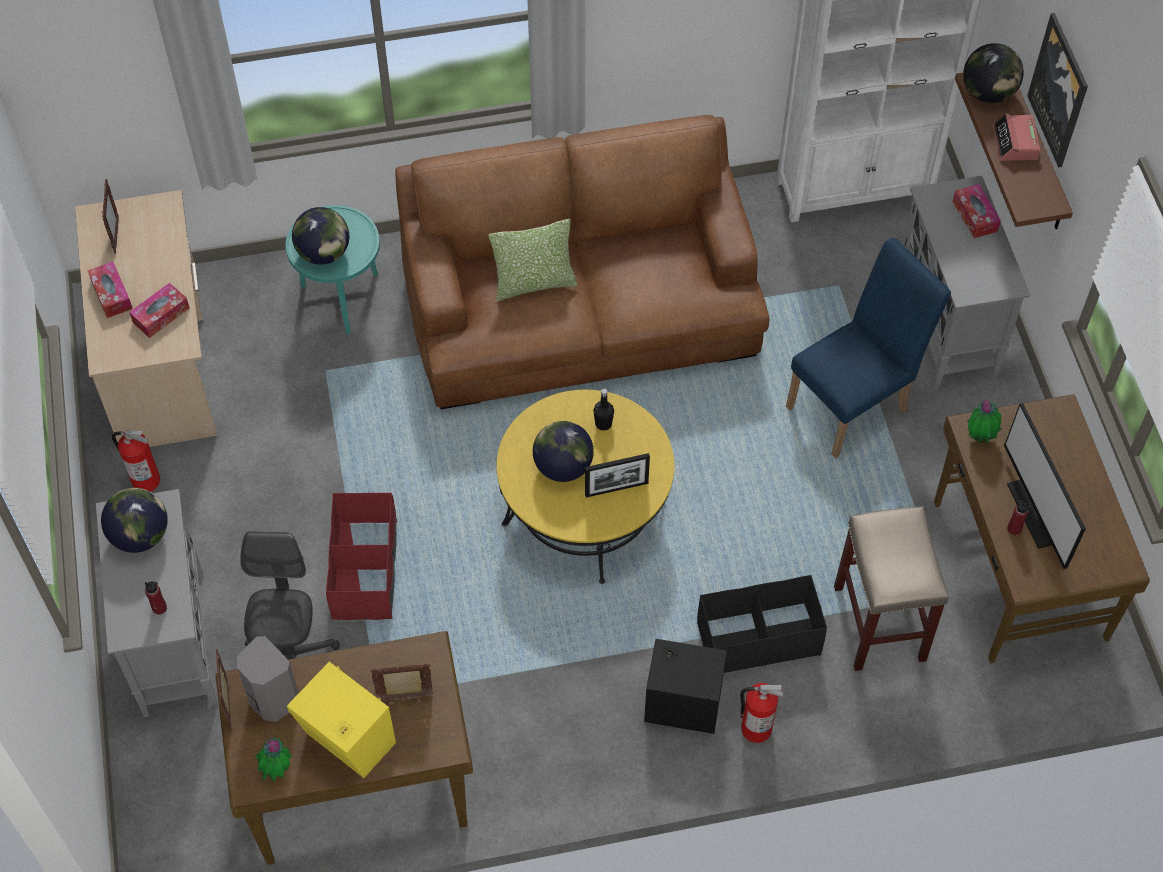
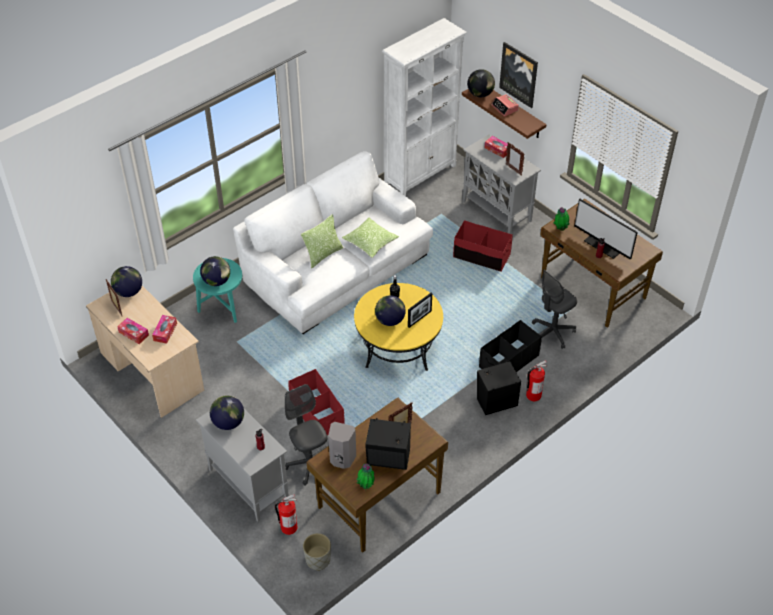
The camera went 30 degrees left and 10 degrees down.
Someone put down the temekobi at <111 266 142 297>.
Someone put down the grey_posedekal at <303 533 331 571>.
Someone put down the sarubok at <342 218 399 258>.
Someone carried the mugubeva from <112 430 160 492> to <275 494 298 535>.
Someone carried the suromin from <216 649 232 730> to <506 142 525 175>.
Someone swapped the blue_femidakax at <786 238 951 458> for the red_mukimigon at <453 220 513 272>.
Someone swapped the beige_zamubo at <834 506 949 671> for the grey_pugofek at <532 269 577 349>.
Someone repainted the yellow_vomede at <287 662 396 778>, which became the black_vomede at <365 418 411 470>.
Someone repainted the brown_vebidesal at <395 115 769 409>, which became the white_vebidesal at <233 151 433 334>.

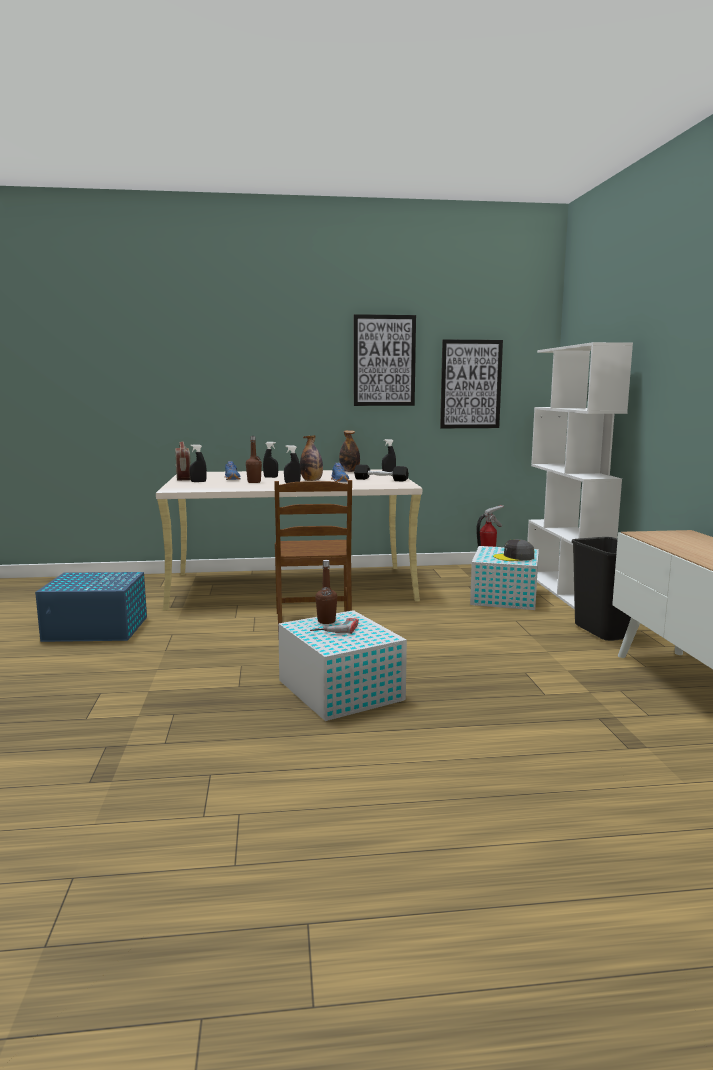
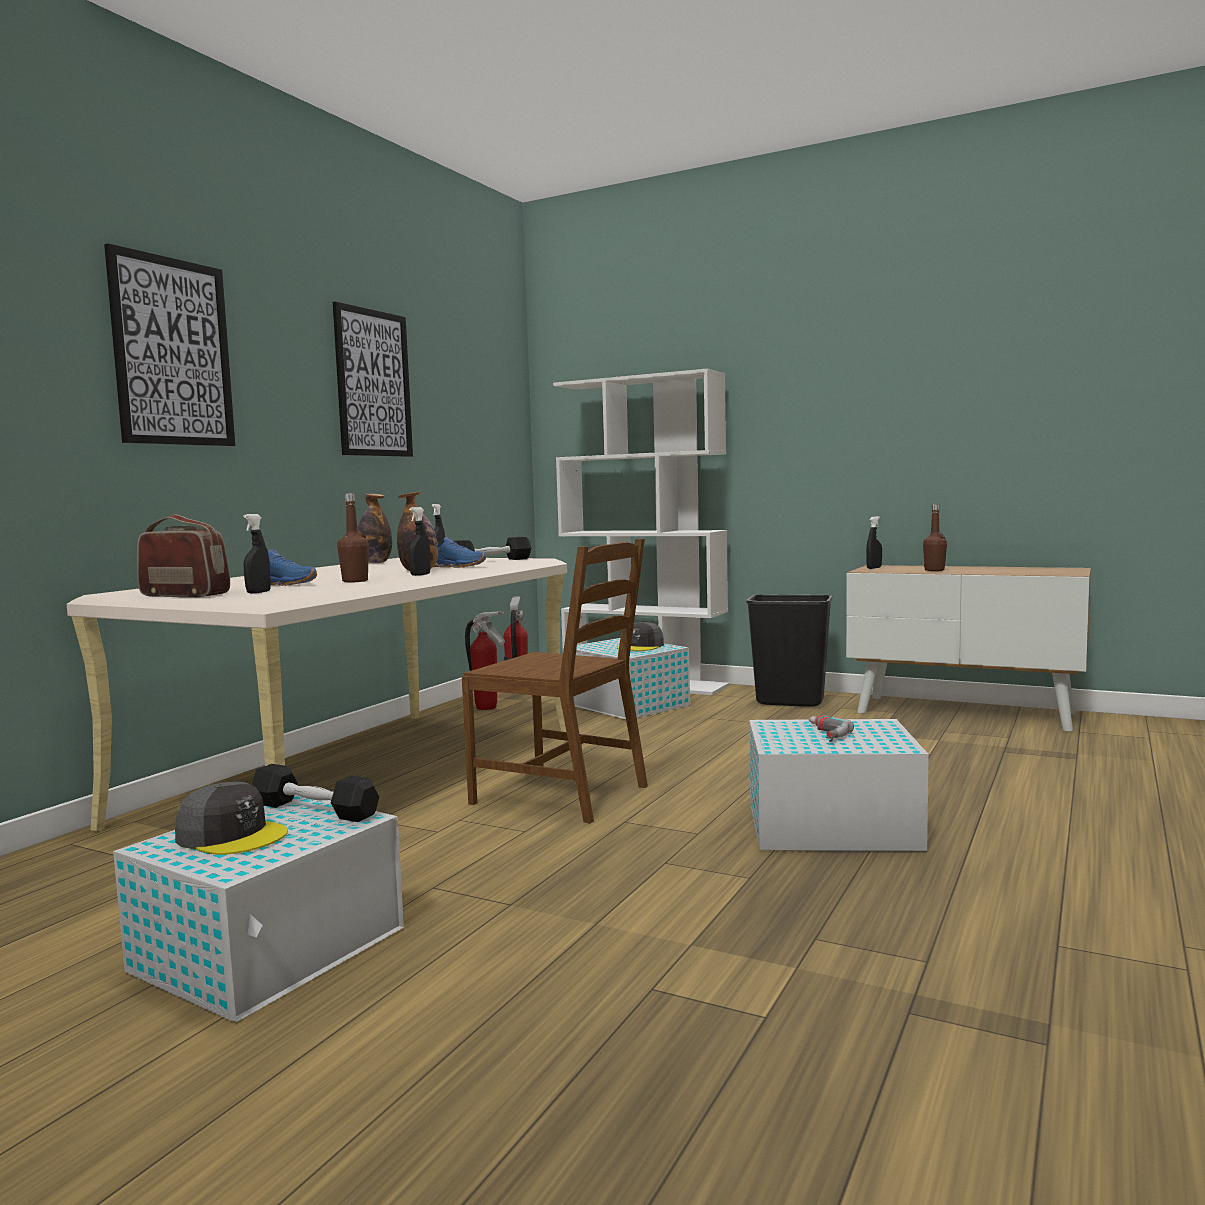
The camera went 55 degrees left and 5 degrees down.
Someone put down the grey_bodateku at <175 781 288 855>.
Someone put down the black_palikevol at <252 764 379 822>.
Someone put down the mugubeva at <465 611 505 710>.
Someone carried the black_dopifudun from <263 442 278 478> to <866 516 882 569>.
Someone carried the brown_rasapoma from <315 560 337 624> to <923 504 947 571>.
Someone carried the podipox from <440 339 503 428> to <104 243 235 446>.
Someone repainted the blue_mukimigon at <35 572 147 642>, which became the white_mukimigon at <113 795 404 1022>.

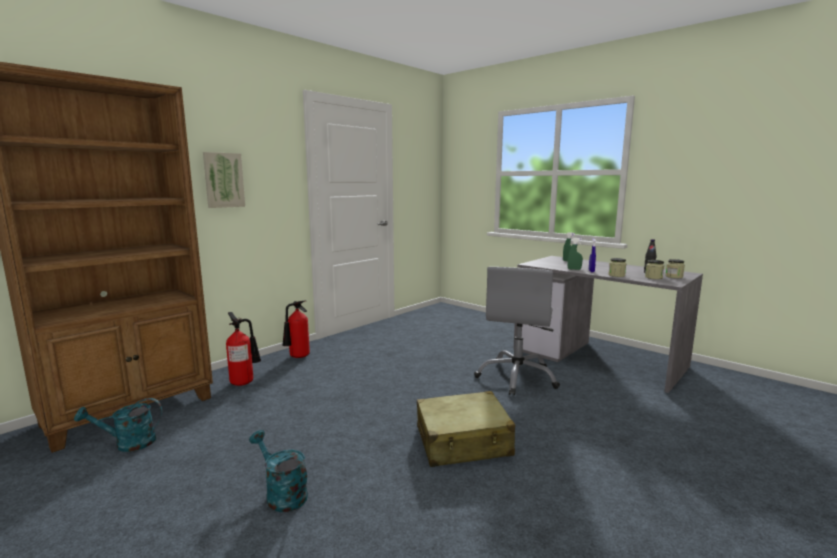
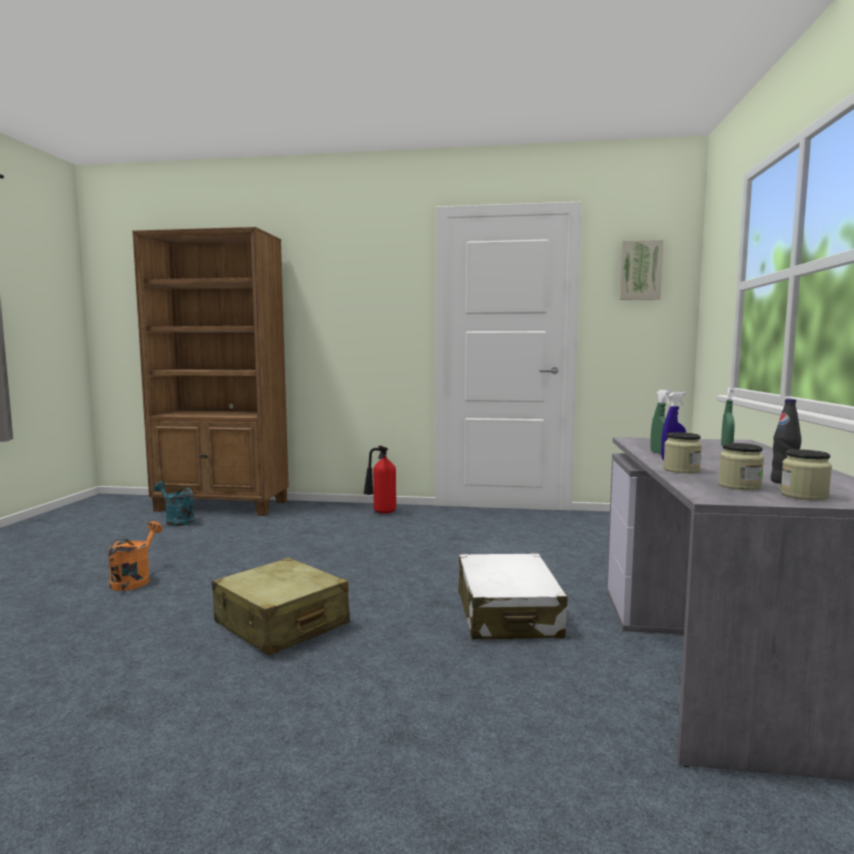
The camera went 55 degrees right and 5 degrees down.
Someone took away the mugubeva at <226 312 261 386>.
Someone carried the podipox from <203 152 245 208> to <619 240 664 300>.
Someone swapped the grey_pugofek at <474 267 560 396> for the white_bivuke at <458 553 568 639>.
Someone repainted the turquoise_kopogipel at <249 430 308 512>, which became the orange_kopogipel at <108 521 163 591>.

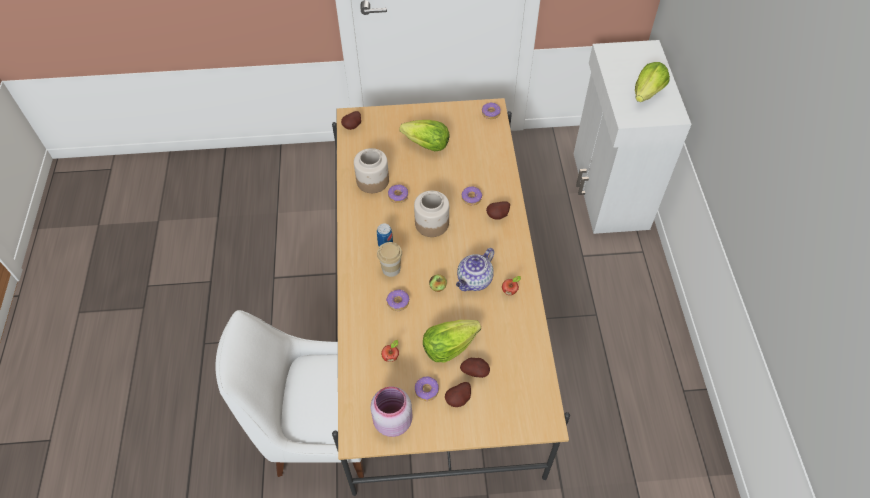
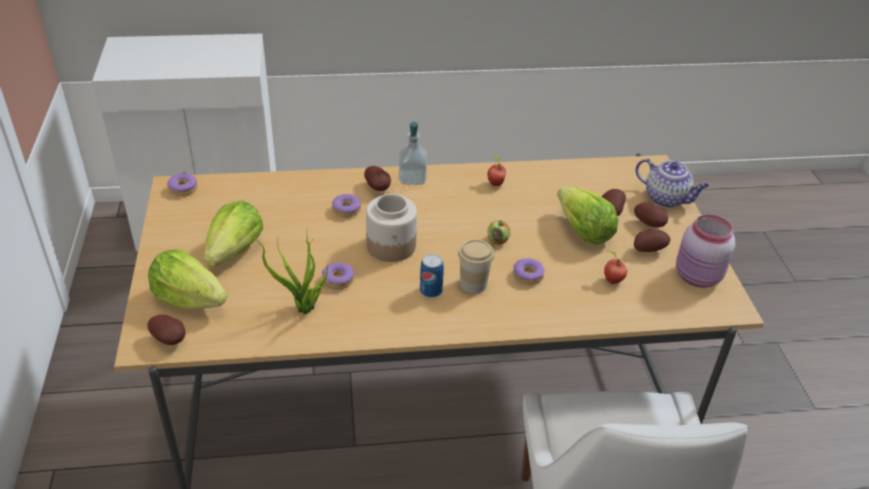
The camera went 95 degrees left and 15 degrees down.
Someone put down the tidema at <399 121 427 185>.
Someone carried the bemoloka from <456 248 494 291> to <636 158 709 208>.
Someone carried the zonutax from <635 62 670 102> to <148 250 227 309>.
Someone swapped the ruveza at <354 148 389 193> for the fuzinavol at <250 228 329 315>.
Someone swapped the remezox at <414 376 439 401> for the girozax at <634 229 670 252>.

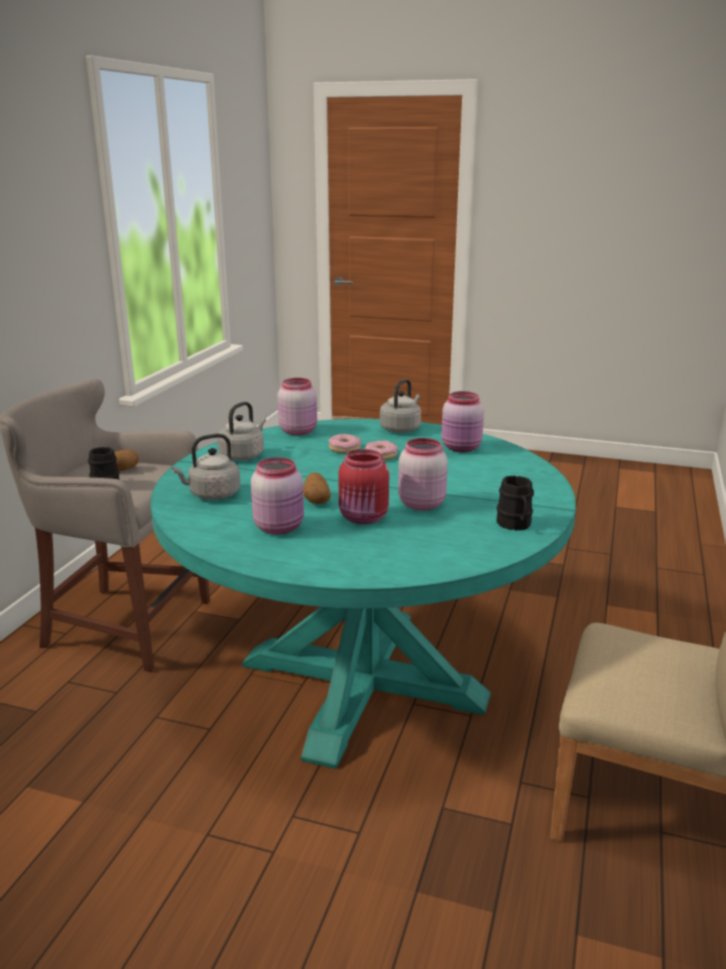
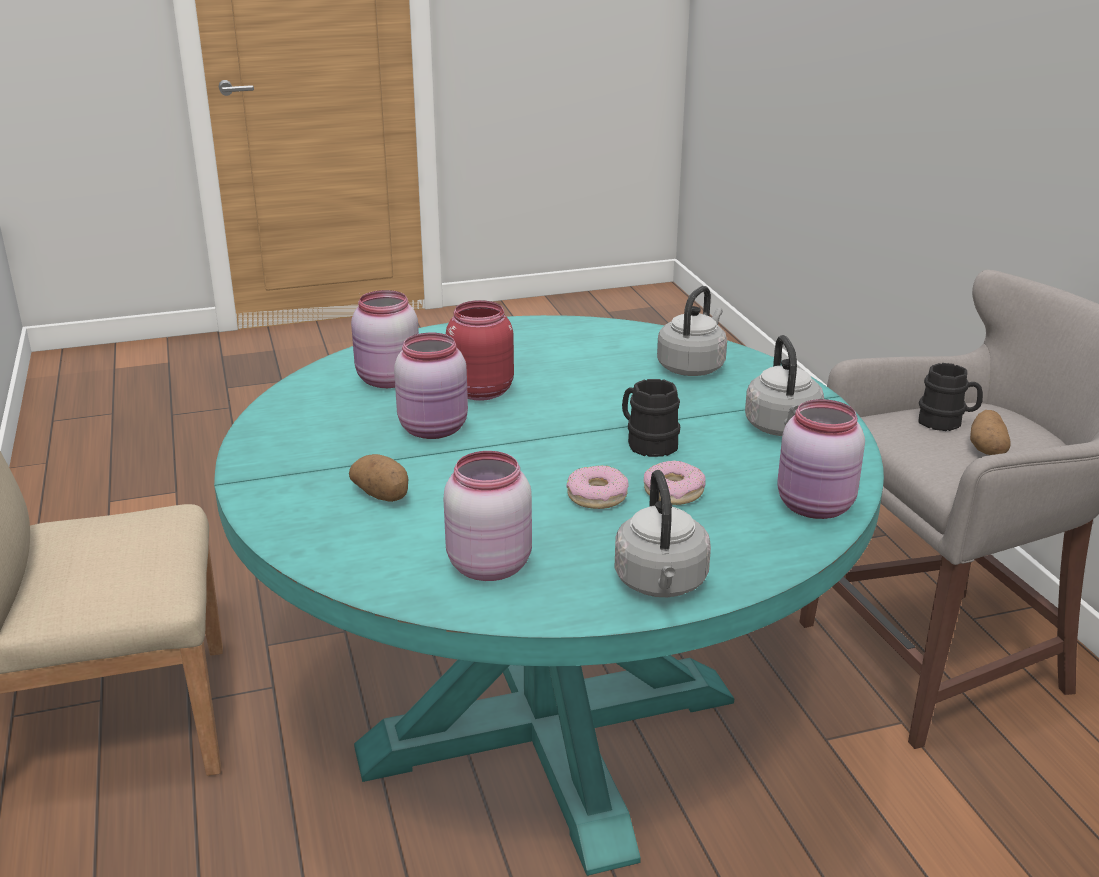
The camera went 145 degrees right and 5 degrees up.
Someone carried the pink_ruveza from <251 457 304 534> to <351 290 419 388>.
Someone carried the girozax from <303 473 331 504> to <349 454 409 502>.
Someone carried the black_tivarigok from <497 476 534 531> to <622 379 680 457>.

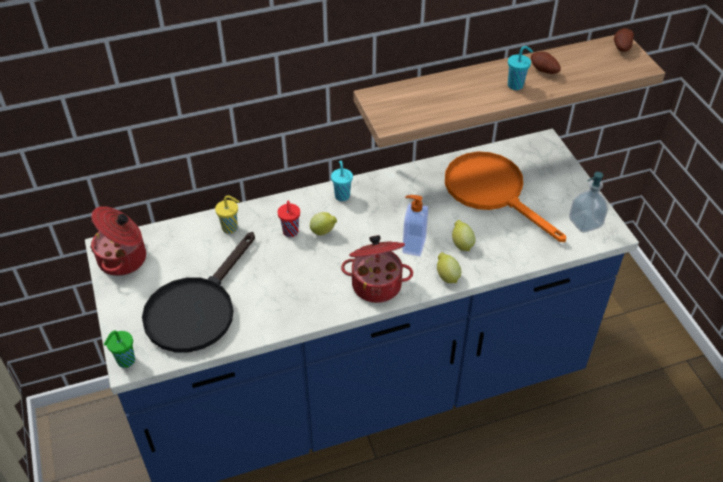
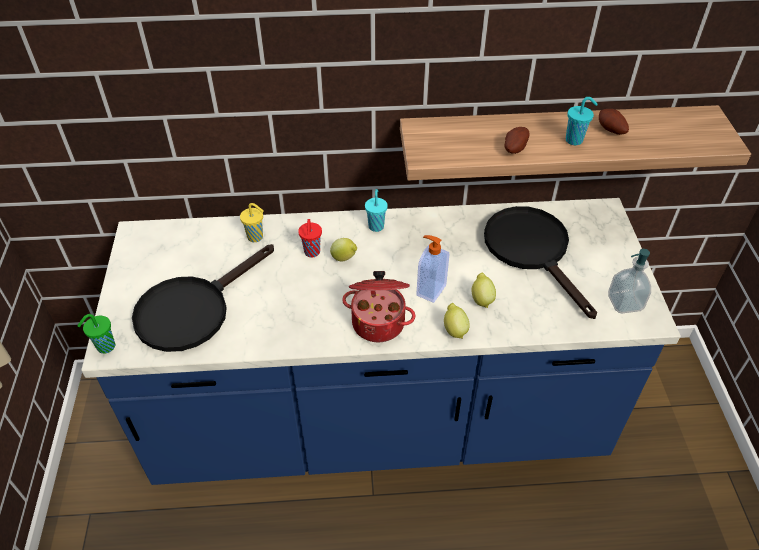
The camera went 15 degrees right and 0 degrees up.
Someone took away the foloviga at <90 206 146 276>.
Someone carried the girozax from <614 28 634 52> to <504 127 530 154>.
Someone repainted the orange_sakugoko at <445 152 566 242>, which became the black_sakugoko at <484 206 597 319>.

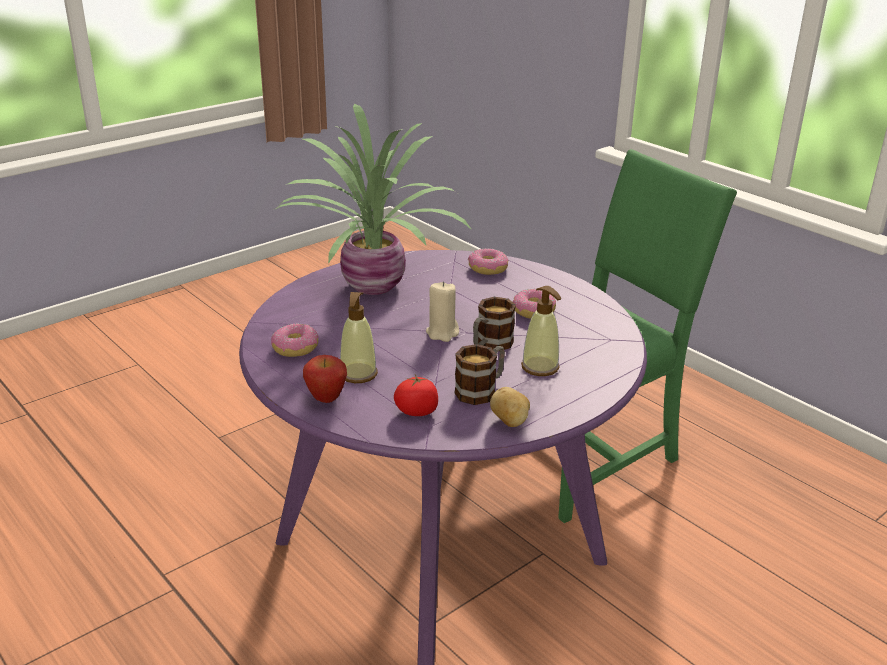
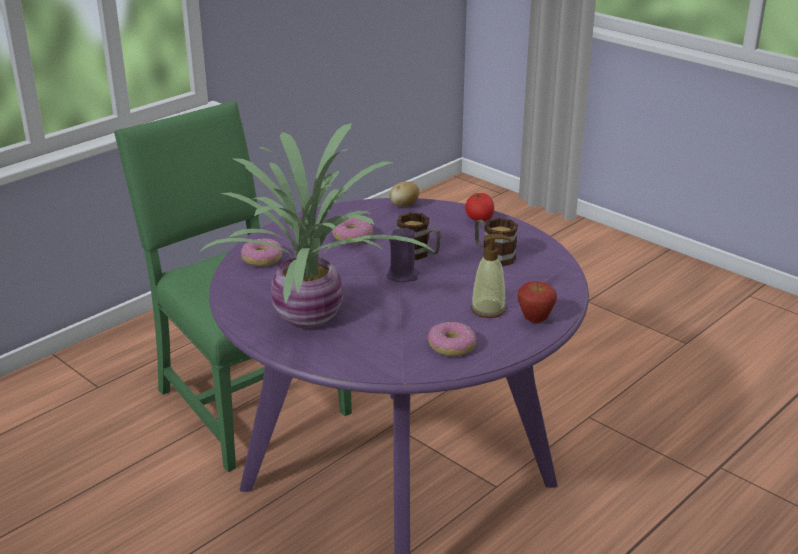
The camera went 95 degrees left and 0 degrees up.
Someone took away the tidema at <521 286 561 376>.
Someone carried the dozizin from <394 375 438 416> to <465 193 494 221>.
Someone carried the girozax from <490 387 530 427> to <389 181 419 206>.
Someone repainted the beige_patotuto at <426 282 459 342>, which became the purple_patotuto at <387 228 420 282>.

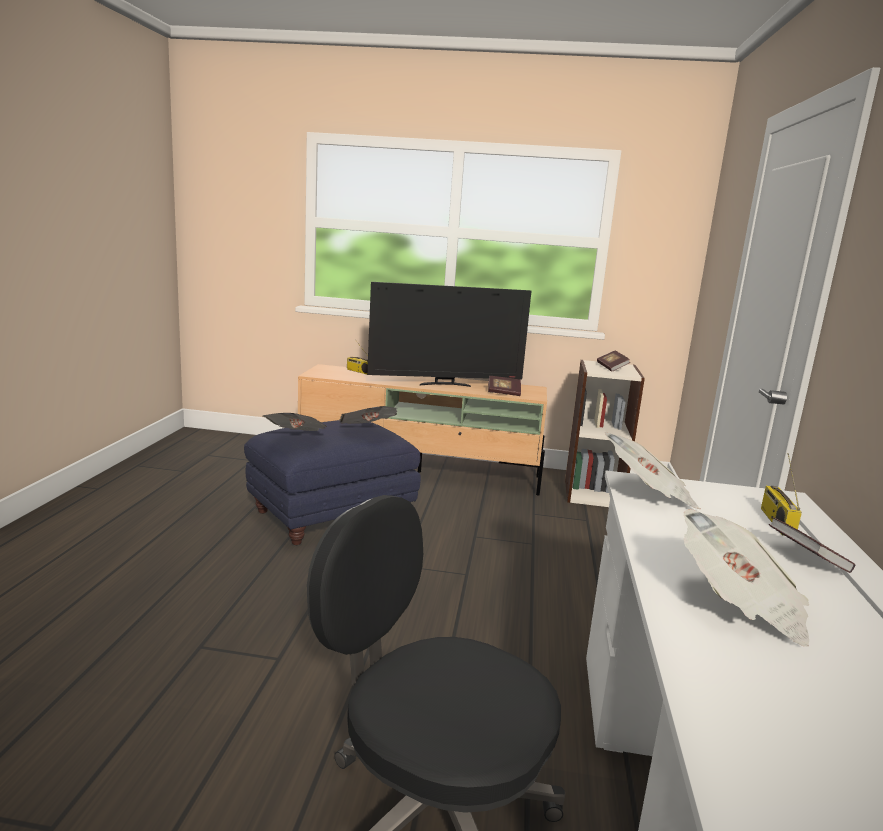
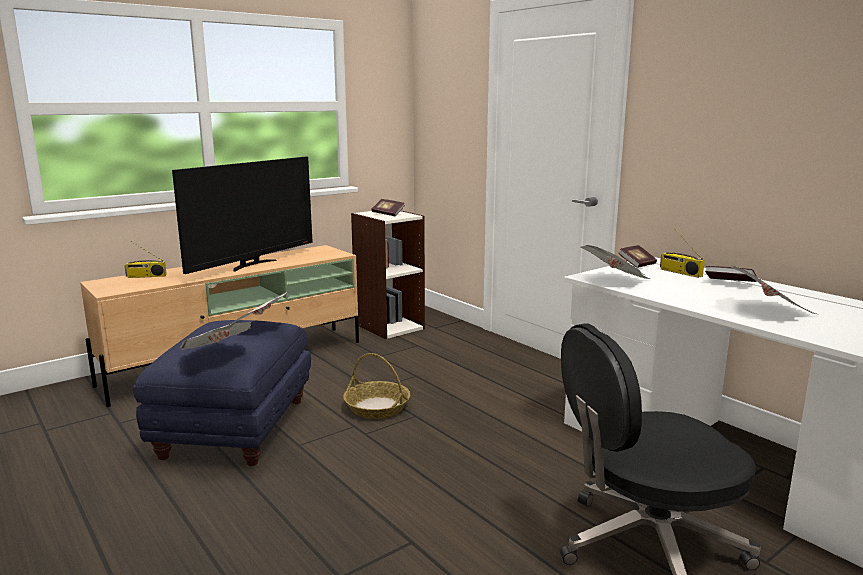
The camera went 45 degrees left and 0 degrees up.
Someone put down the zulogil at <343 353 410 419>.
Someone carried the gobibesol from <488 376 521 396> to <618 245 657 268>.

